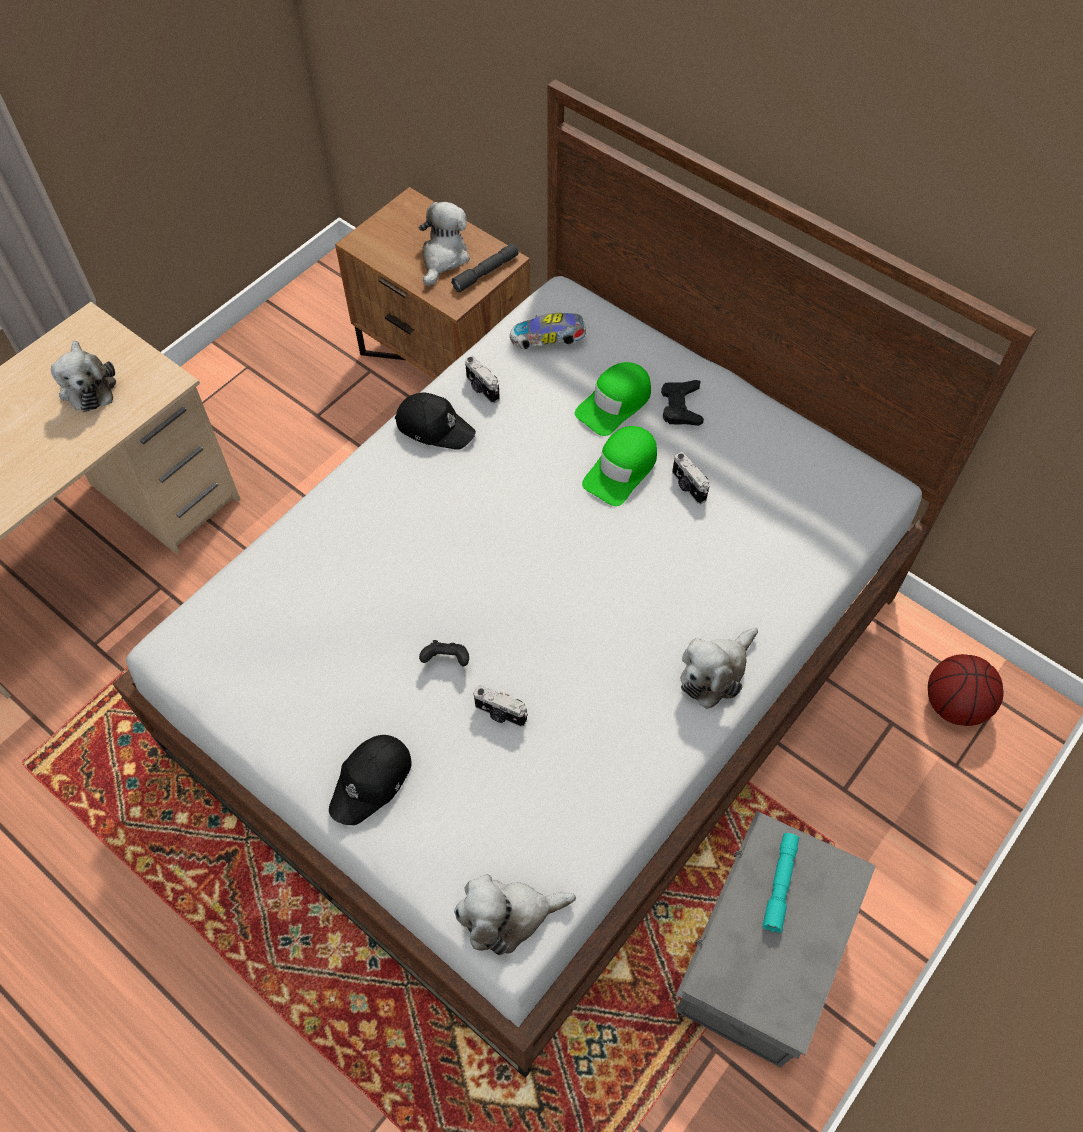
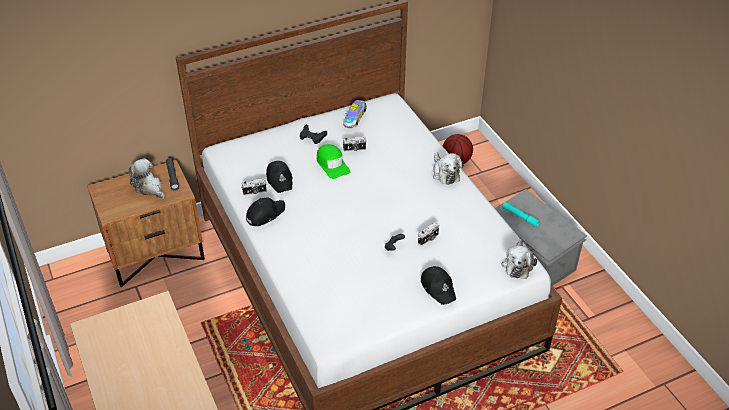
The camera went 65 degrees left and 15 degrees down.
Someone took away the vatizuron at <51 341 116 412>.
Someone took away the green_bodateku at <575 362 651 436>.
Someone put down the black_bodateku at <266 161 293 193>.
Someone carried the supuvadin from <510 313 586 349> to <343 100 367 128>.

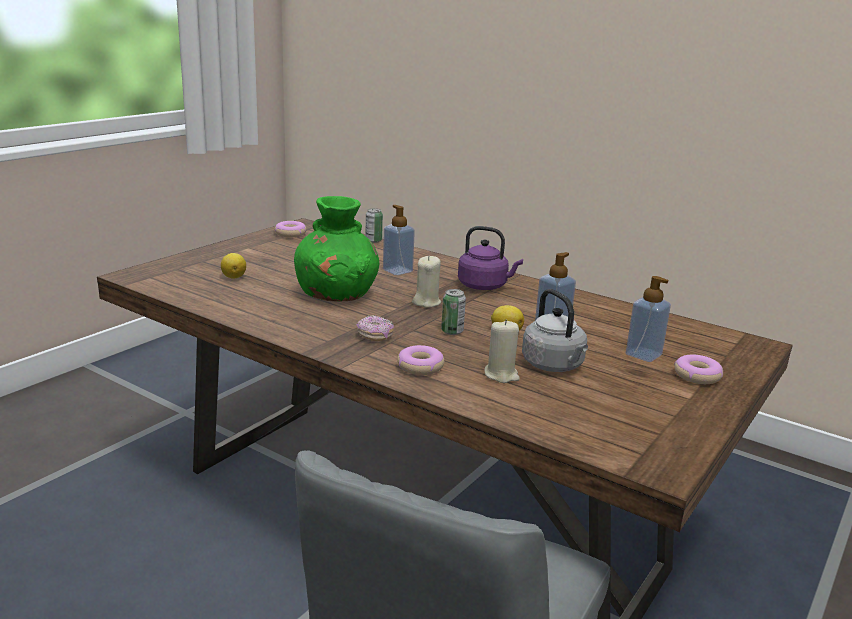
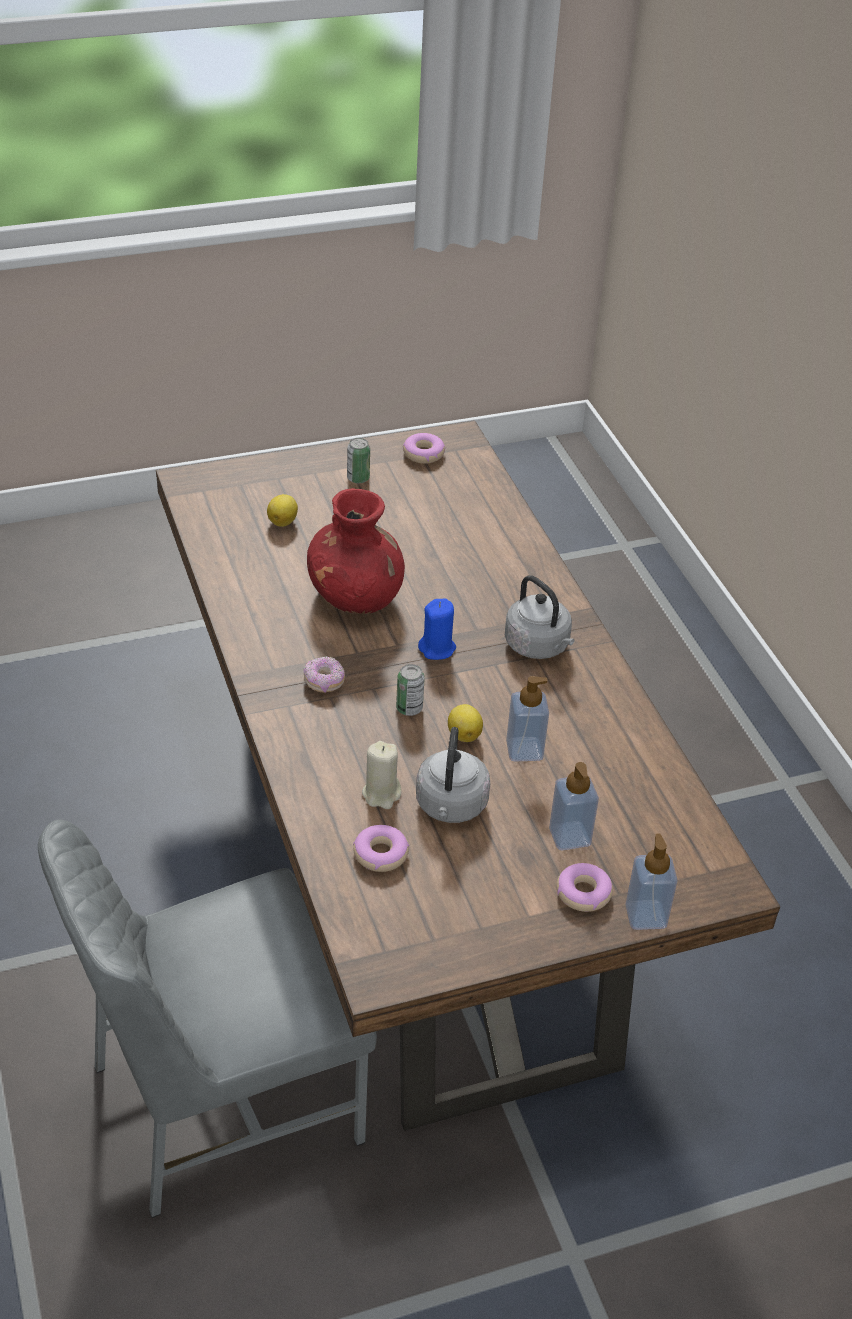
The camera went 35 degrees right and 20 degrees up.
Someone carried the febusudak from <365 208 383 243> to <347 438 370 484>.
Someone carried the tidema from <383 205 415 275> to <625 833 678 930>.
Someone carried the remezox from <397 345 444 375> to <353 825 409 872>.
Someone repainted the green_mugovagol at <294 196 379 302>, which became the red_mugovagol at <307 488 405 614>.
Someone repainted the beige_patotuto at <412 256 441 308>, which became the blue_patotuto at <418 598 456 660>.
Someone repainted the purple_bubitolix at <458 226 523 290>, which became the grey_bubitolix at <505 575 574 659>.

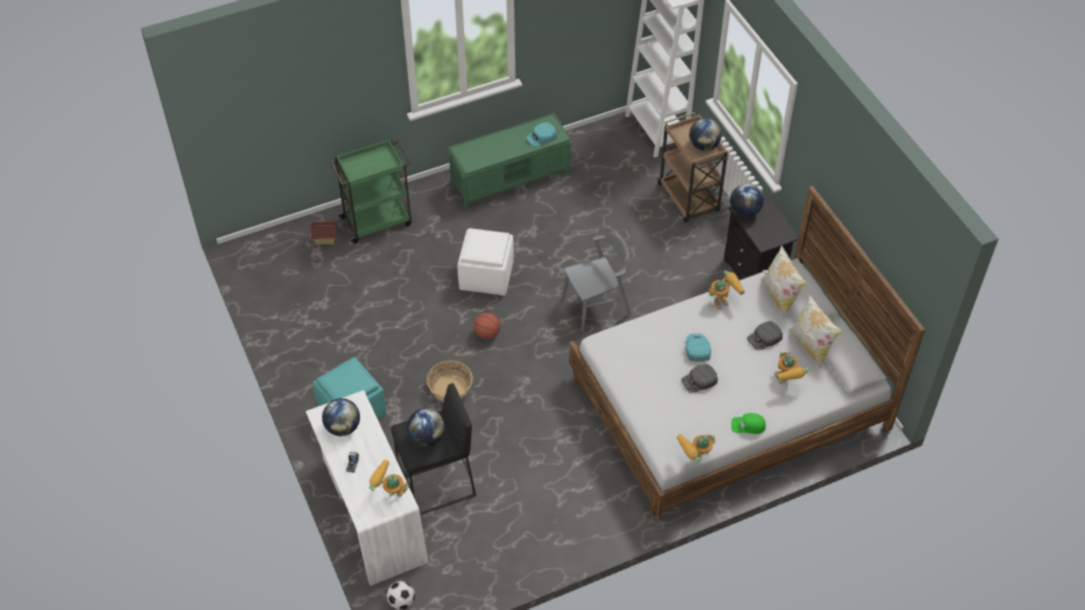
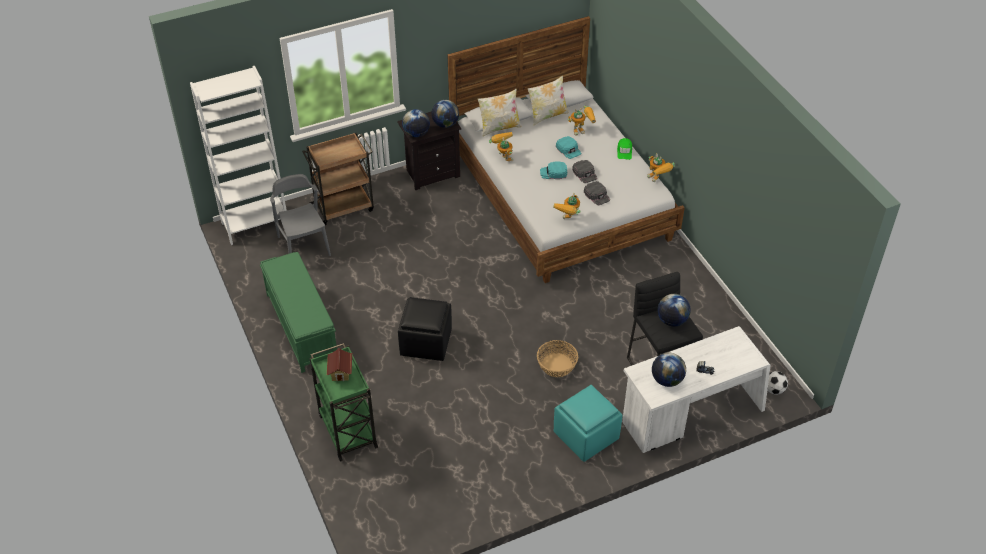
The camera went 90 degrees left and 5 degrees down.
Someone took away the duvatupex at <474 313 500 339>.
Someone carried the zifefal from <310 221 337 245> to <327 348 352 381>.
Someone carried the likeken from <369 460 409 497> to <553 193 581 219>.
Someone carried the turquoise_bodateku from <526 122 557 147> to <556 136 581 159>.
Someone carried the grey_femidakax from <562 231 631 332> to <270 174 331 256>.
Someone carried the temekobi from <689 118 722 151> to <431 100 459 128>.
Someone carried the black_bodateku from <747 321 783 350> to <584 181 610 205>.
Someone repainted the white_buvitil at <457 228 514 296>, which became the black_buvitil at <398 297 452 361>.

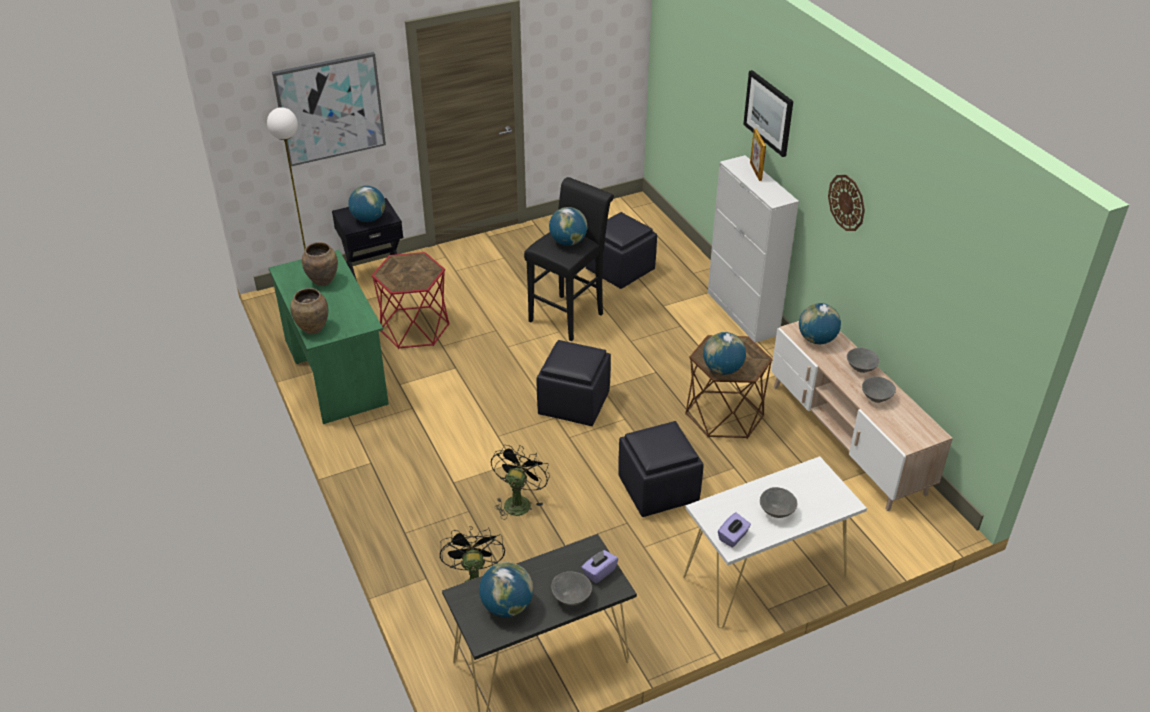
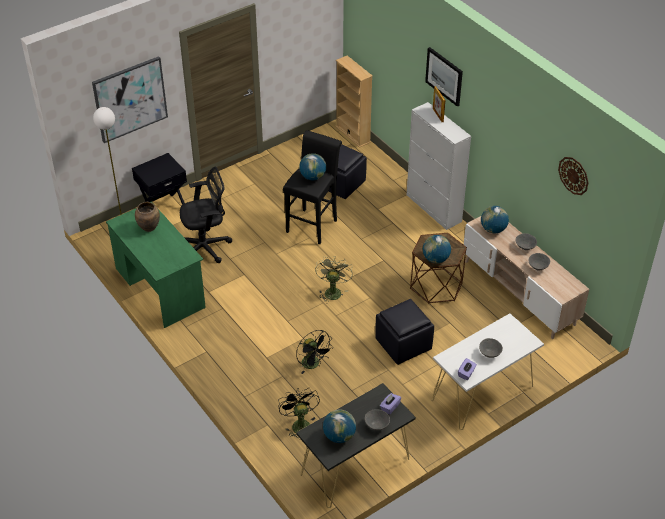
The camera went 10 degrees left and 5 degrees up.
Someone took away the brown_mugovagol at <290 288 328 334>.
Someone took away the temekobi at <348 185 385 222>.
Someone put down the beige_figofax at <335 56 373 148>.
Someone carried the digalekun from <828 175 865 231> to <558 157 589 195>.
Someone swapped the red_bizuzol at <372 252 450 349> for the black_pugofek at <180 167 232 263>.
Someone swapped the black_buvitil at <537 340 611 426> for the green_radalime at <315 257 353 303>.
Someone rotated the black_radalime at <491 445 550 520> by 135 degrees clockwise.

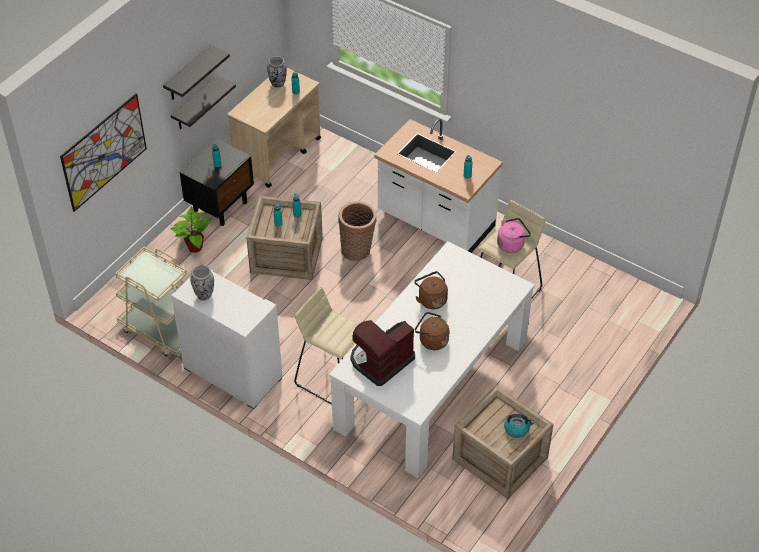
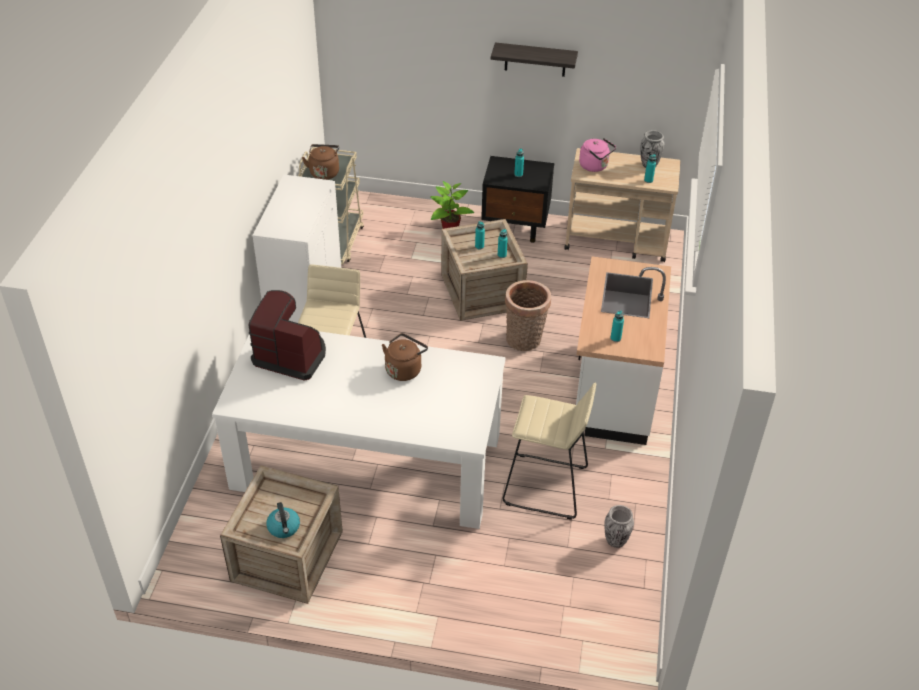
The camera went 65 degrees right and 5 degrees down.
Someone took away the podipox at <60 93 147 212>.
Someone took away the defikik at <171 76 236 129>.
Someone carried the mugovagol from <190 265 214 300> to <604 505 634 548>.
Someone carried the brown_bubitolix from <415 312 449 350> to <302 144 339 180>.
Someone carried the pink_bubitolix from <497 218 531 253> to <579 138 616 172>.

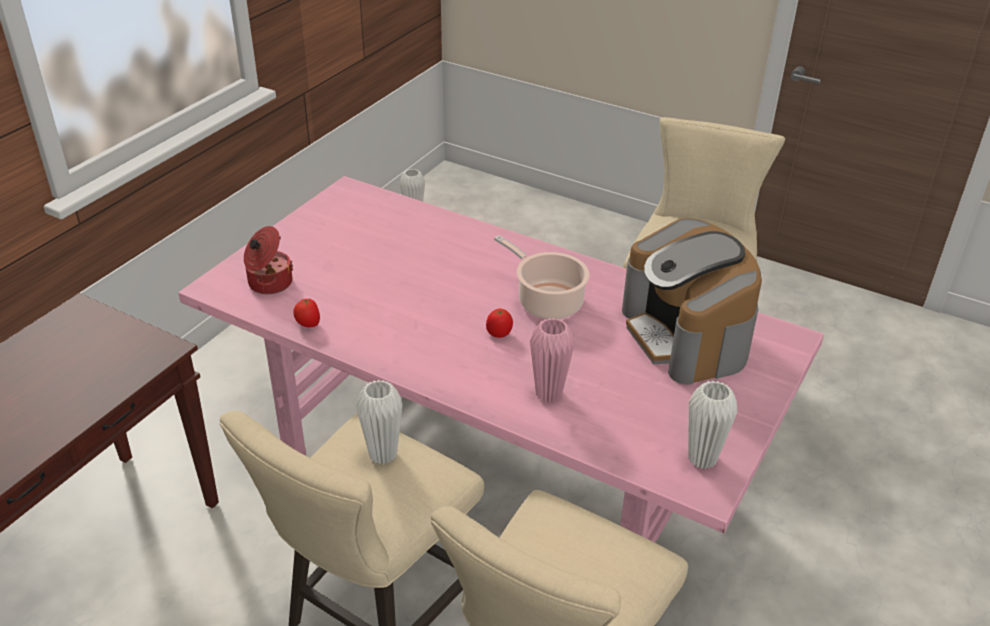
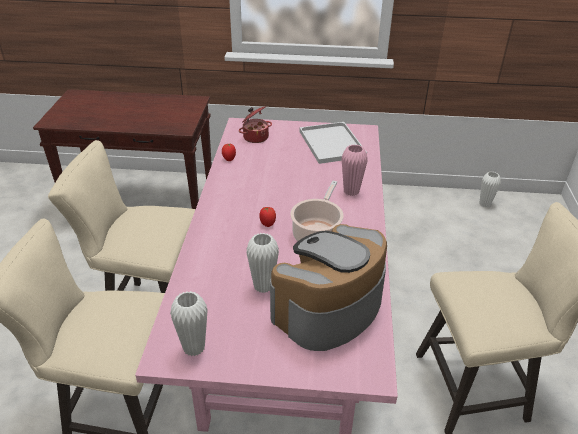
The camera went 65 degrees right and 0 degrees up.
Someone put down the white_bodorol at <299 122 367 164>.
Someone carried the white_mugovagol from <356 380 403 464> to <246 233 279 293>.
Someone carried the pink_mugovagol from <530 318 575 402> to <342 144 368 196>.

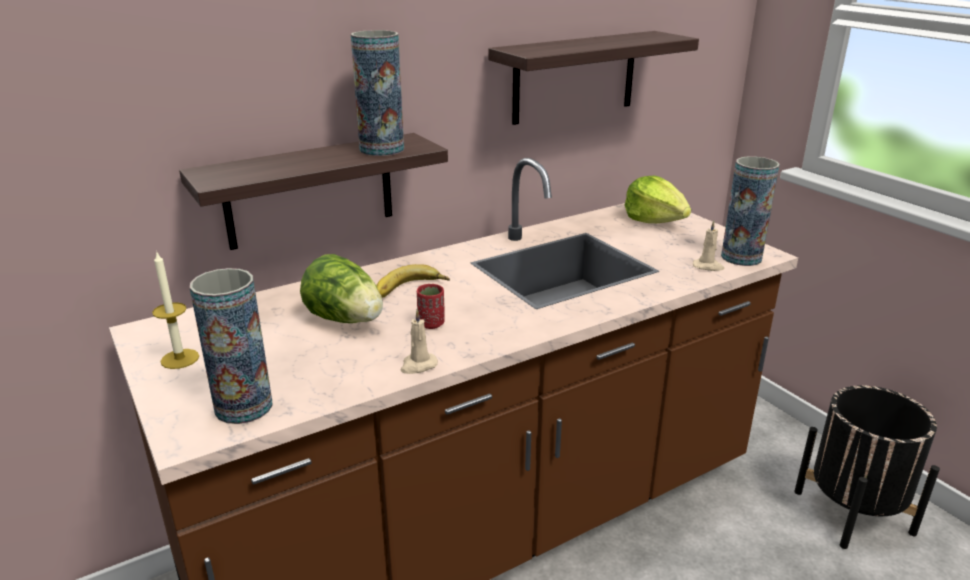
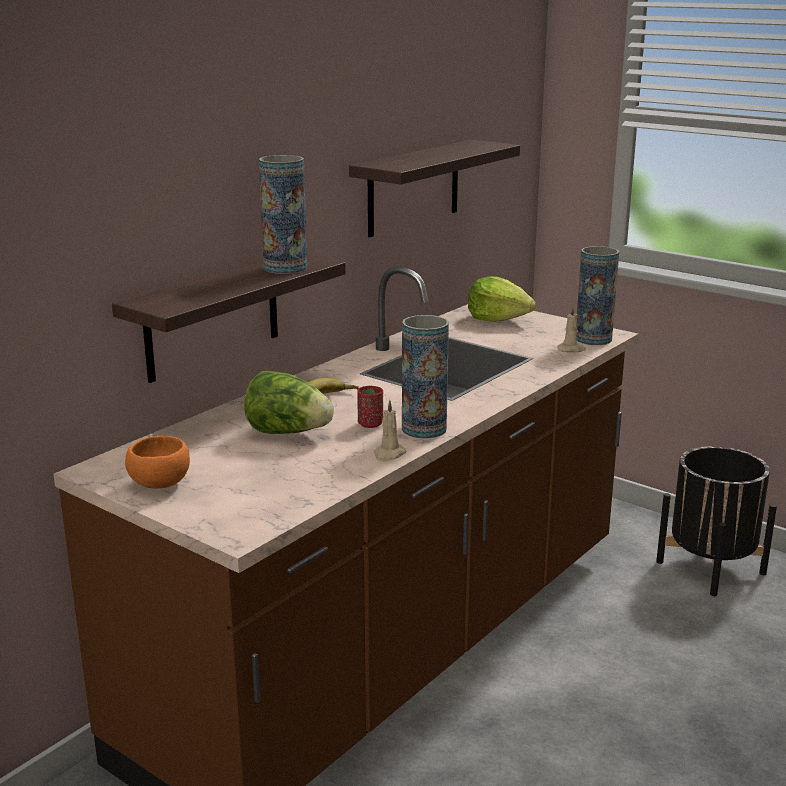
The camera went 20 degrees left and 5 degrees down.
Someone carried the mugovagol from <190 268 273 424> to <402 315 449 439>.
Someone swapped the patotuto at <152 251 199 369> for the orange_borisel at <125 436 190 489>.

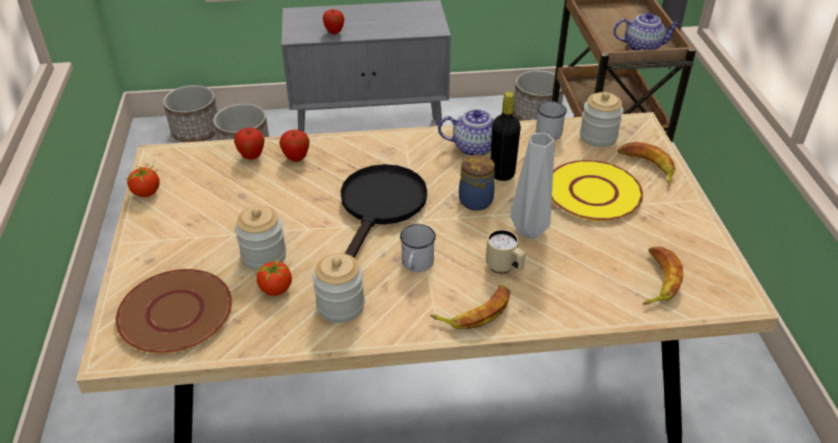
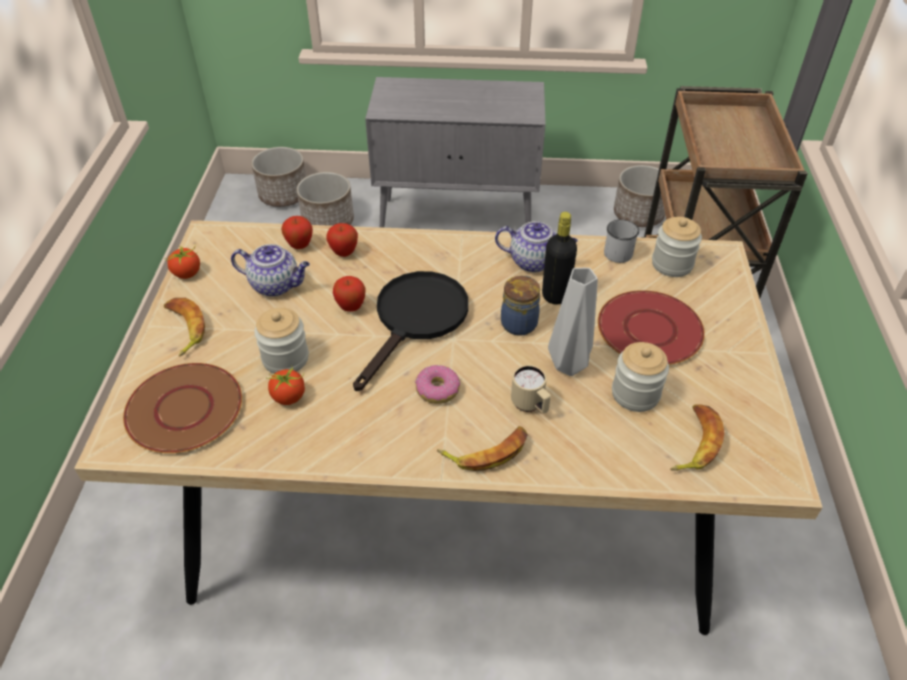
The camera went 10 degrees right and 5 degrees up.
Someone carried the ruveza from <313 253 365 323> to <612 342 669 412>.
Someone carried the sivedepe from <323 9 344 34> to <333 276 366 312>.
Someone carried the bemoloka from <613 12 680 50> to <231 244 310 297>.
Someone carried the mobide from <618 142 676 186> to <164 298 205 356>.
Someone swapped the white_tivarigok at <400 224 436 272> for the remezox at <415 365 460 404>.
Someone repainted the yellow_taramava at <552 160 643 221>, which became the red_taramava at <598 290 705 365>.

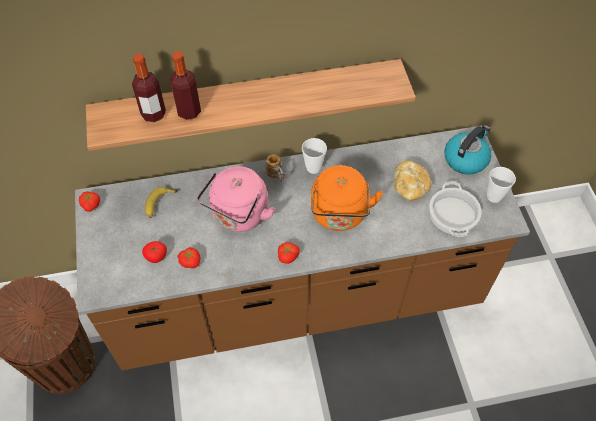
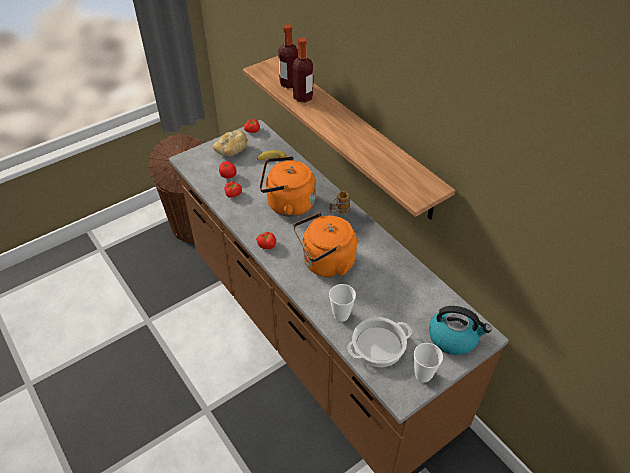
The camera went 65 degrees right and 10 degrees down.
Someone carried the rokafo from <302 138 327 174> to <329 284 356 322>.
Someone carried the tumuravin from <394 161 431 201> to <213 131 247 156>.
Someone repainted the pink_bubitolix at <197 166 275 232>, which became the orange_bubitolix at <260 156 316 217>.

